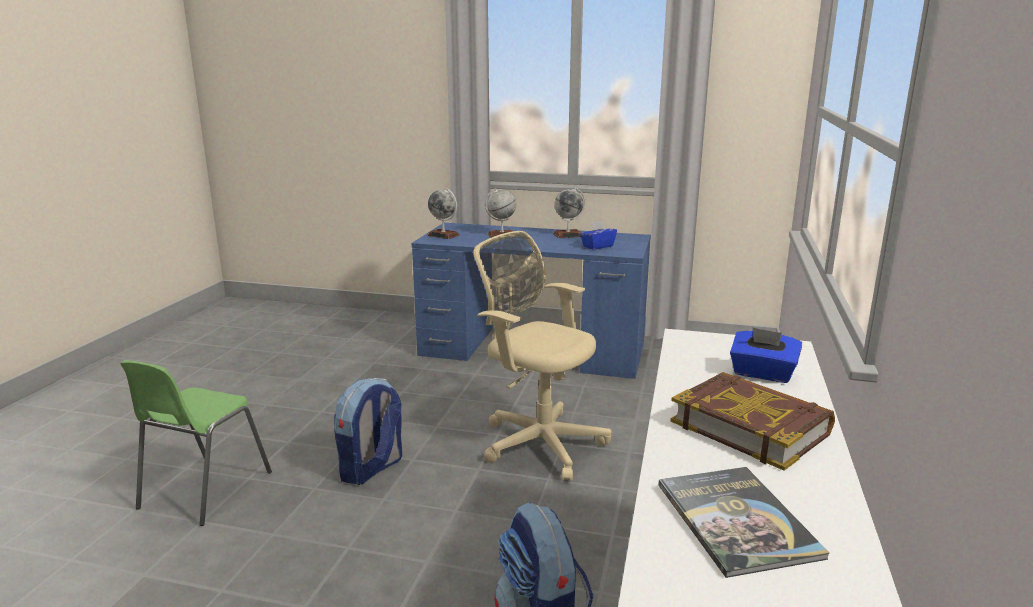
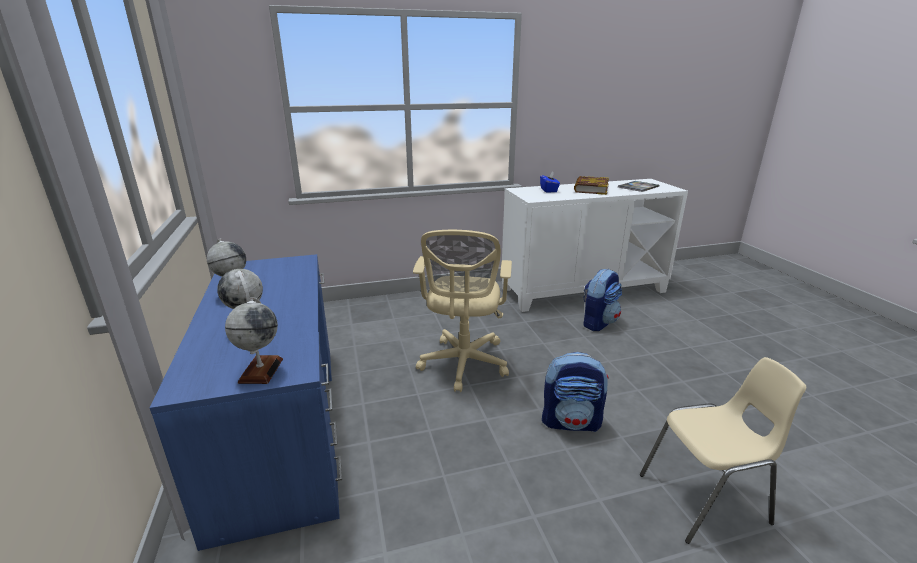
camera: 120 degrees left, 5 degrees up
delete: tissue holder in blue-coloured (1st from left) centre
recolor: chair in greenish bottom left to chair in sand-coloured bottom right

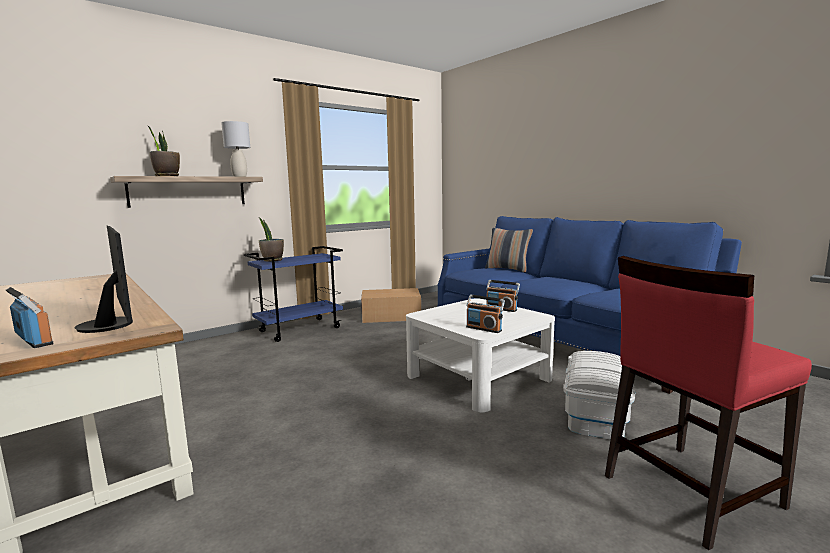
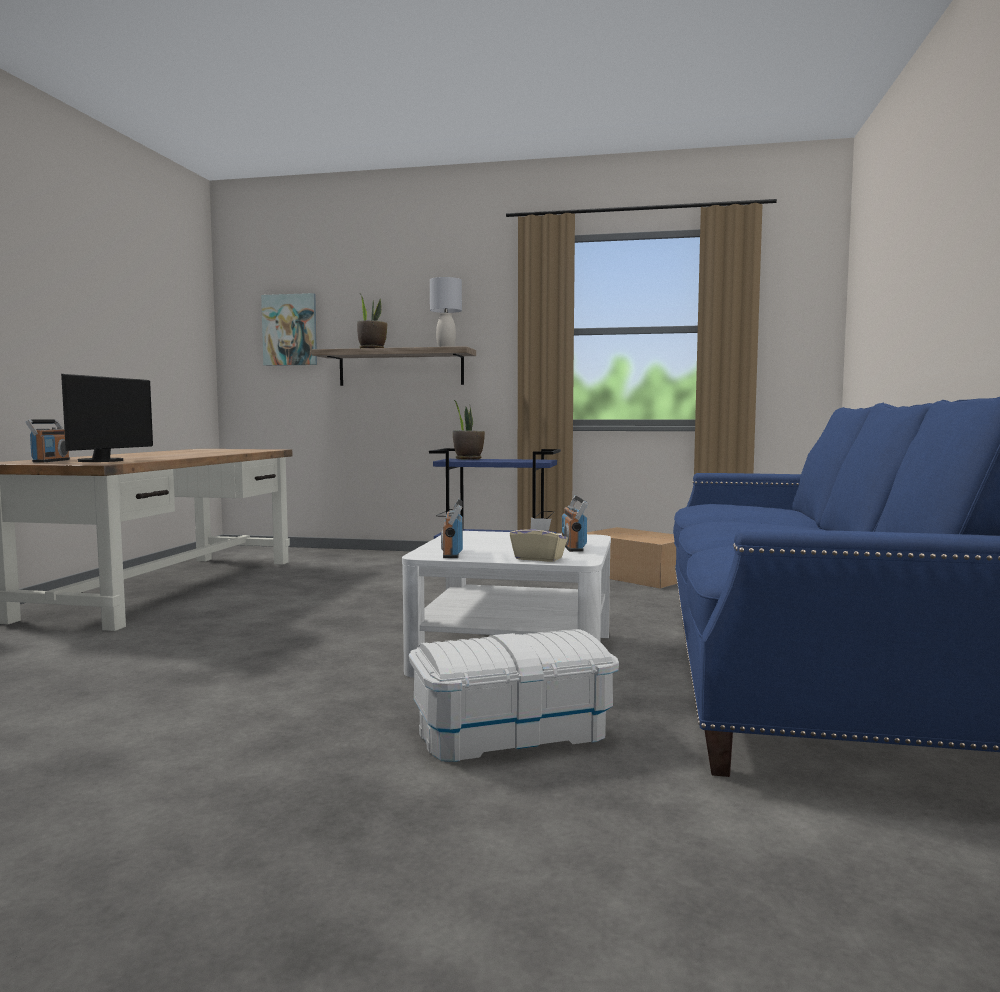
camera: 50 degrees right, 5 degrees down
delete: throw pillow centre; chair in reddish bottom right
insert: wall art top left; tissue holder in sand-coloured centre

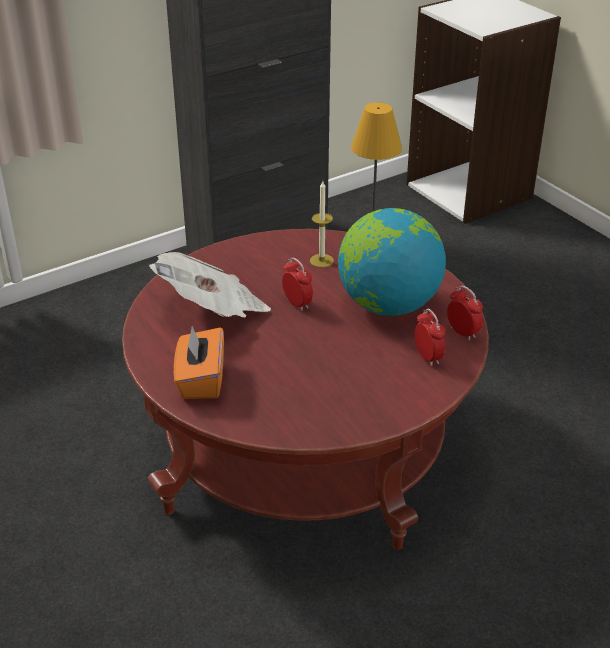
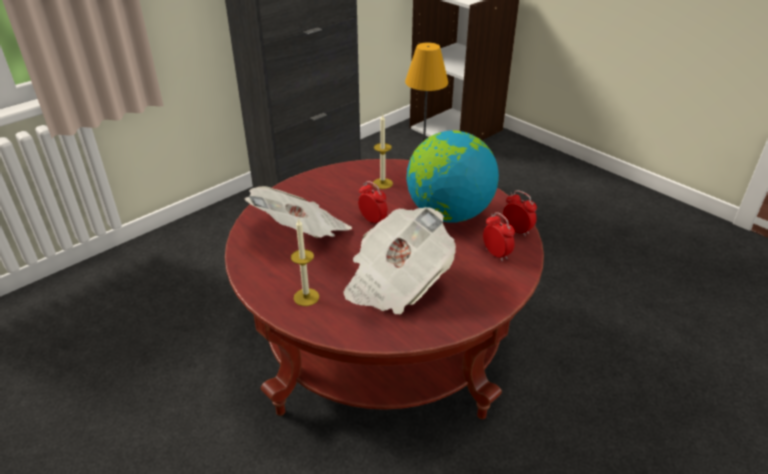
camera: 10 degrees left, 0 degrees up
insert: printed paper (2nd from left) centre
replace: tissue holder in orangey middle left to wax candle (1st from left) centre

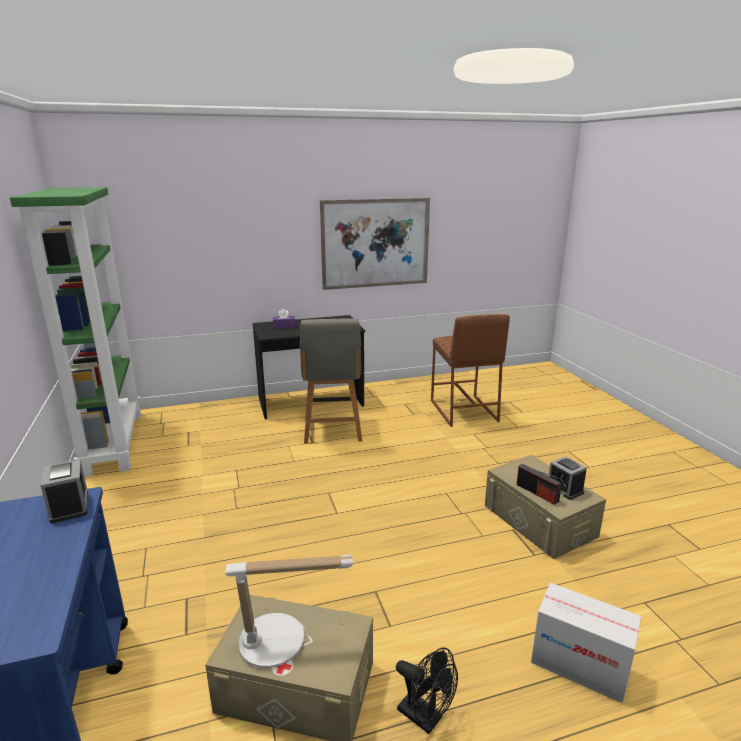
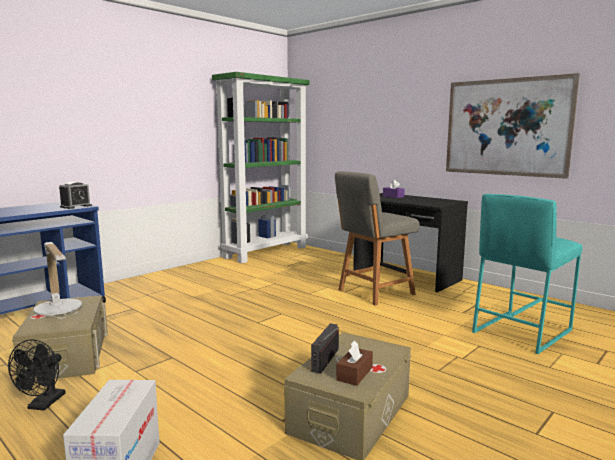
camera: 60 degrees right, 10 degrees down
replace: bedside clock (2nd from left) middle right to tissue holder in brownish bottom centre
recolor: stool seat in brownish centre to stool seat in turquoise middle right

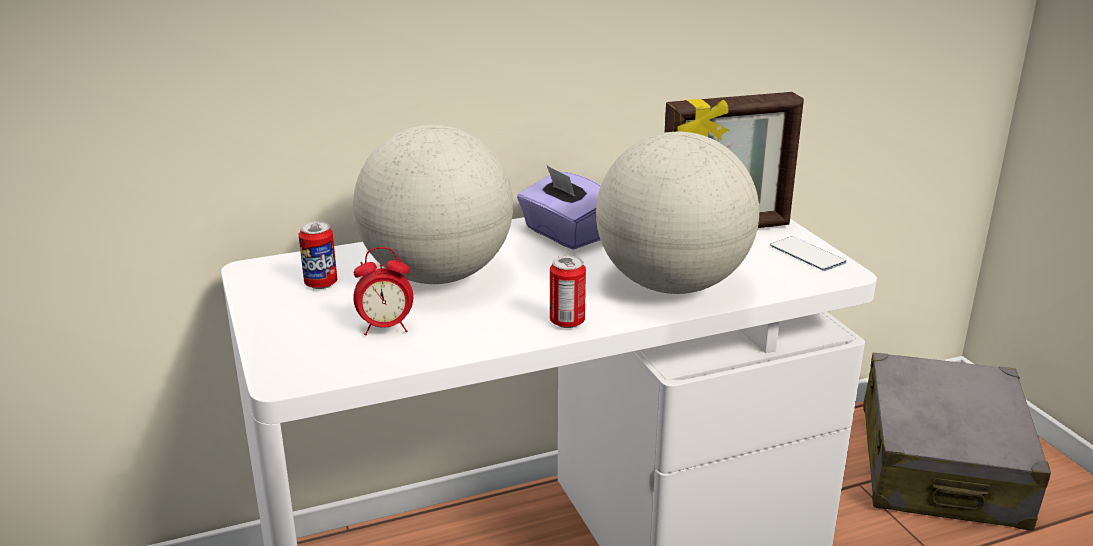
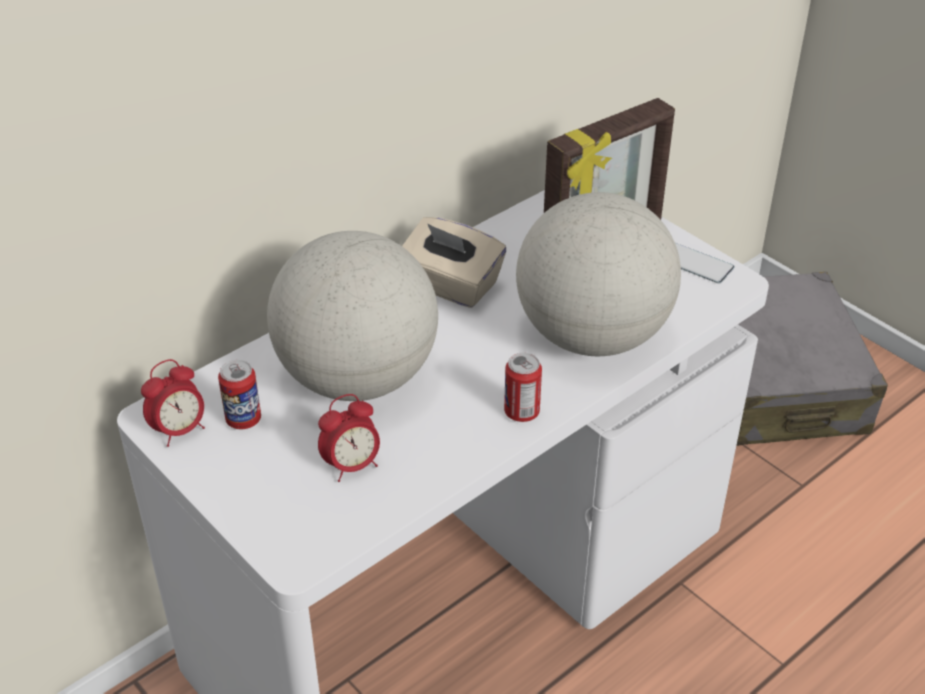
camera: 20 degrees left, 15 degrees up
insert: bedside clock (1st from left) middle left
recolor: tissue holder in purplish centre to tissue holder in sand-coloured centre

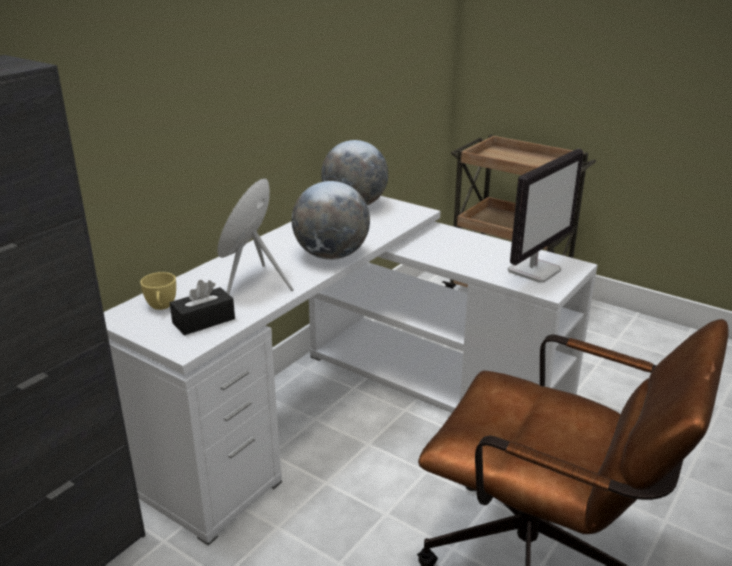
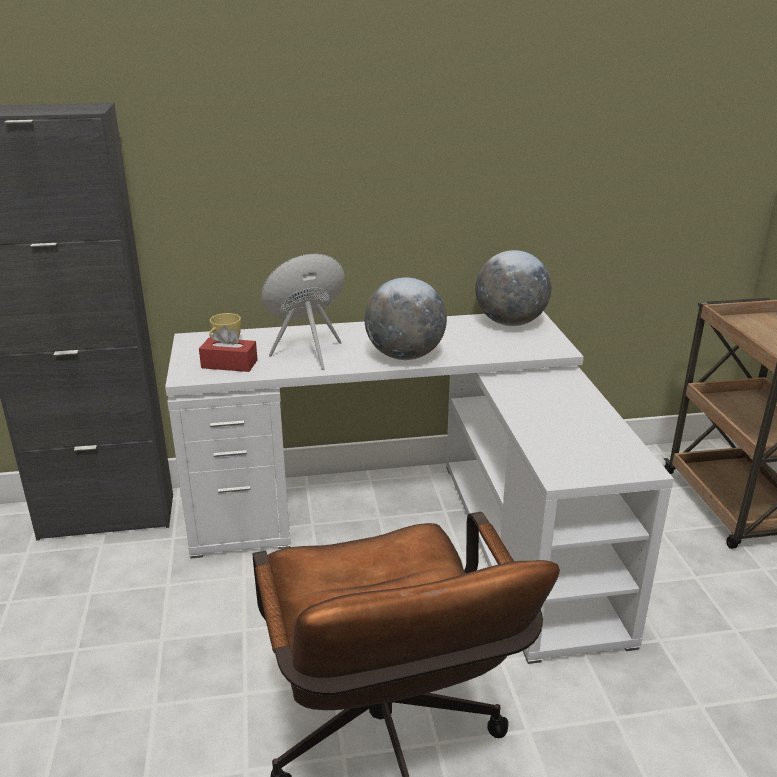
camera: 45 degrees right, 0 degrees up
delete: computer screen middle right
recolor: tissue holder in black-coloured middle left to tissue holder in reddish middle left

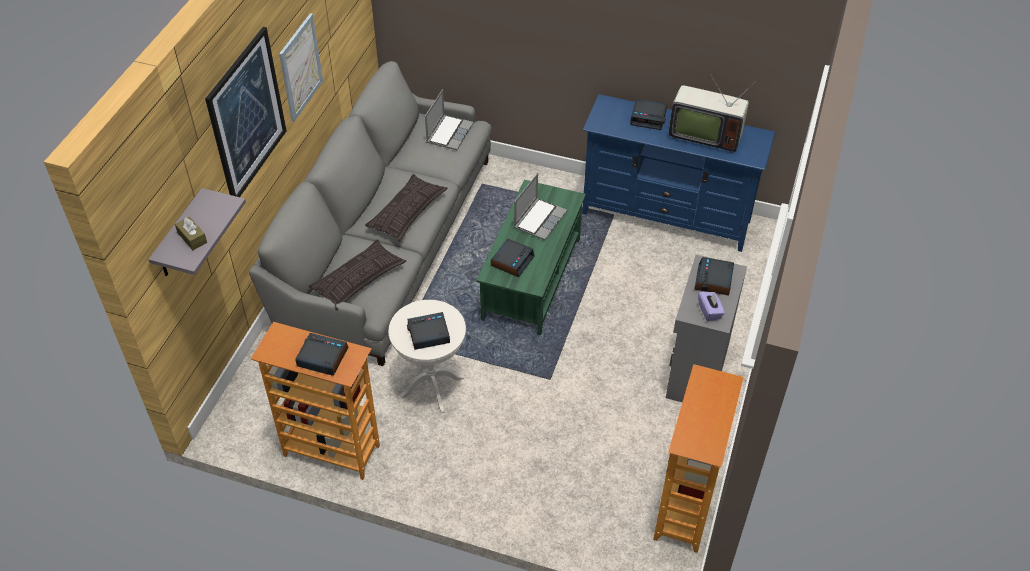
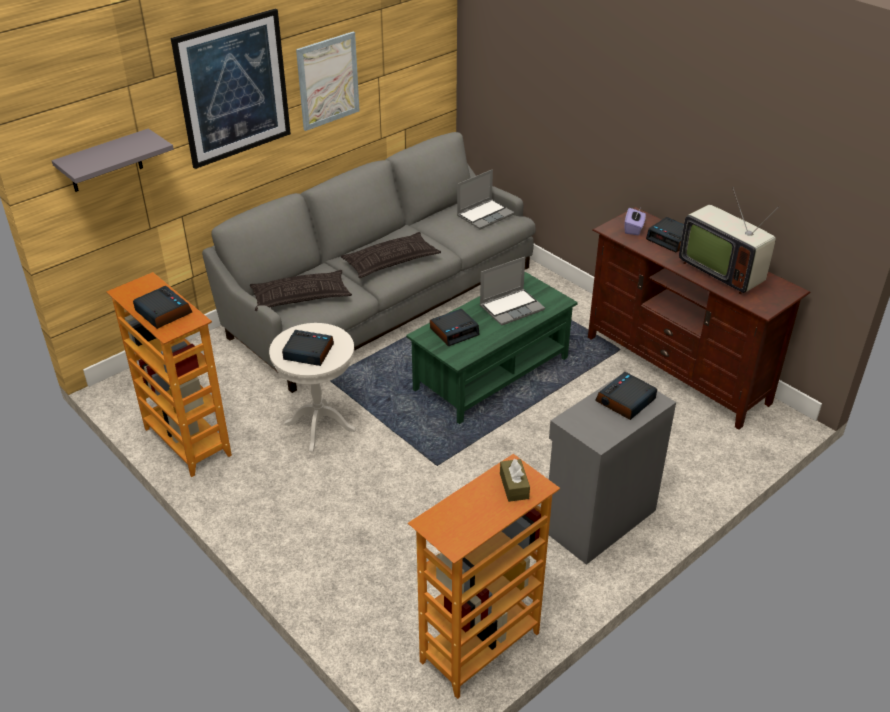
camera: 30 degrees right, 10 degrees down
move: tissue holder in brownish middle left to bottom centre; tissue holder in purplish middle right to top right
recolor: tv unit in blue-coloured top centre to tv unit in brownish middle right

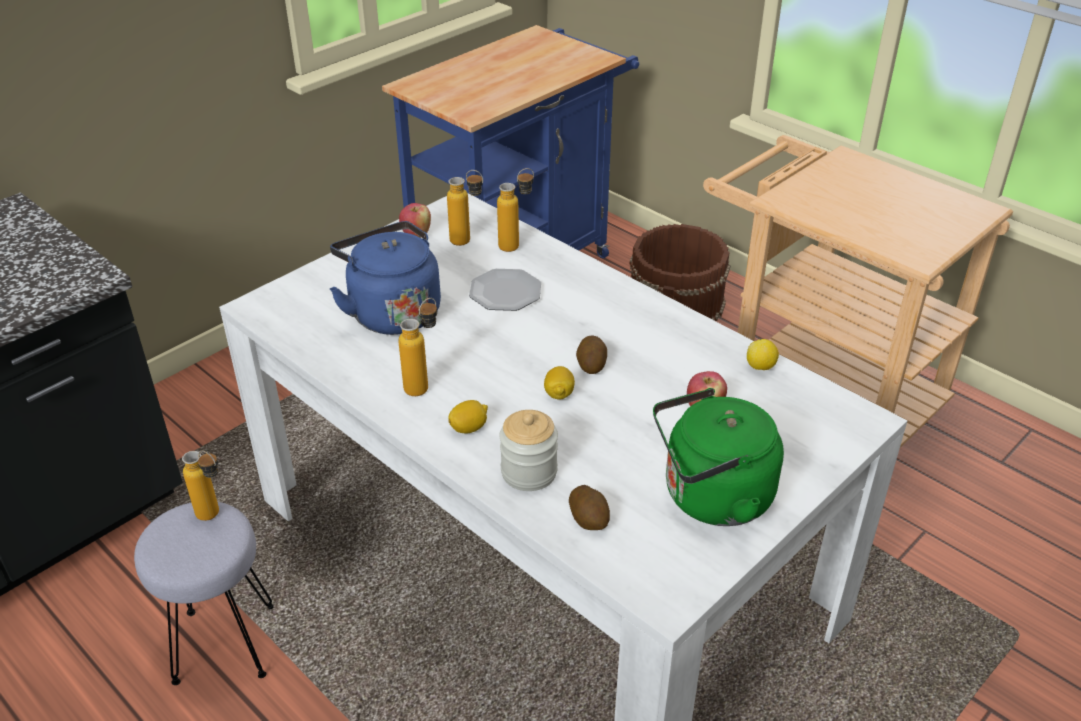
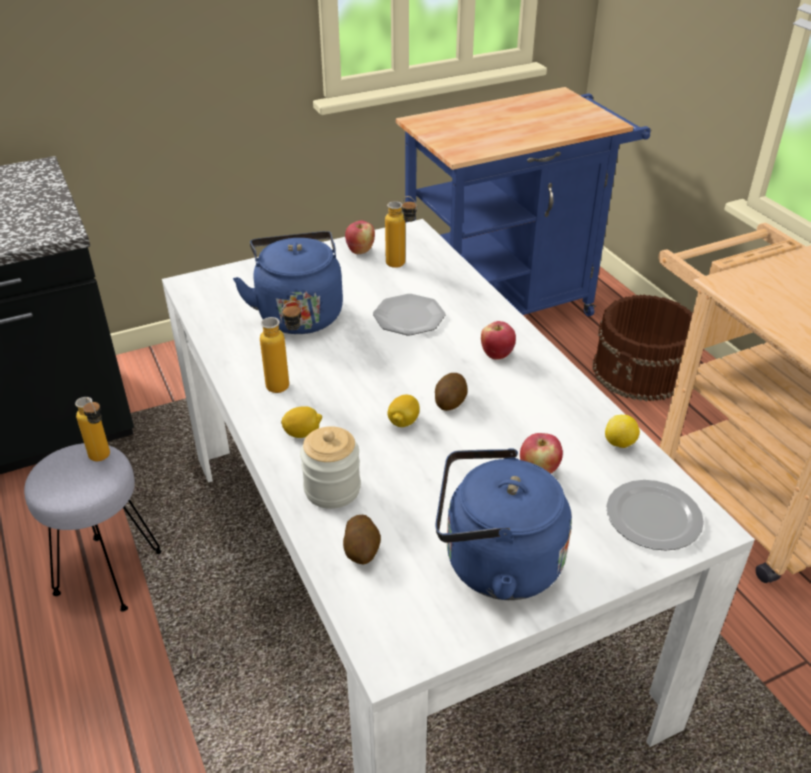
camera: 20 degrees right, 0 degrees up
delete: beverage bottle (4th from left) top centre
insert: apple (2nd from left) centre; plate (2nd from left) middle right
recolor: water kettle in greenish centre to water kettle in blue-coloured (2nd from left) bottom centre

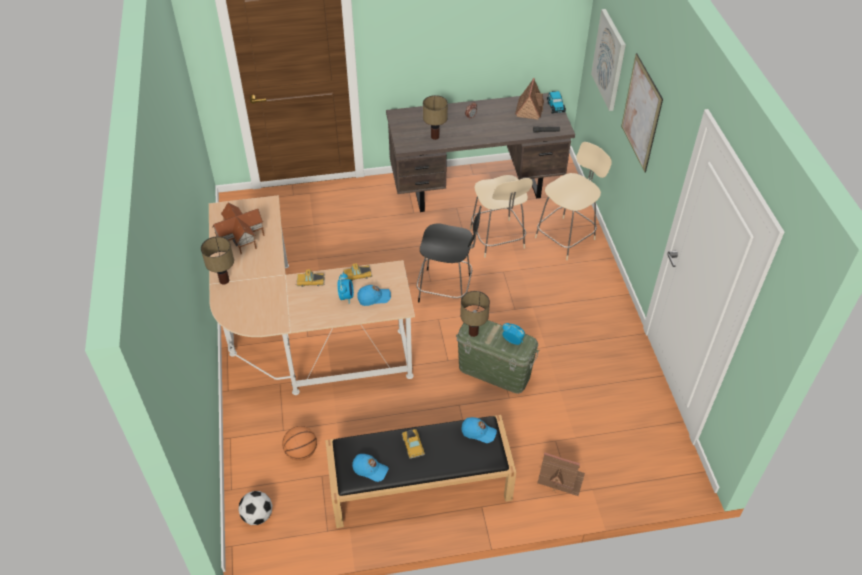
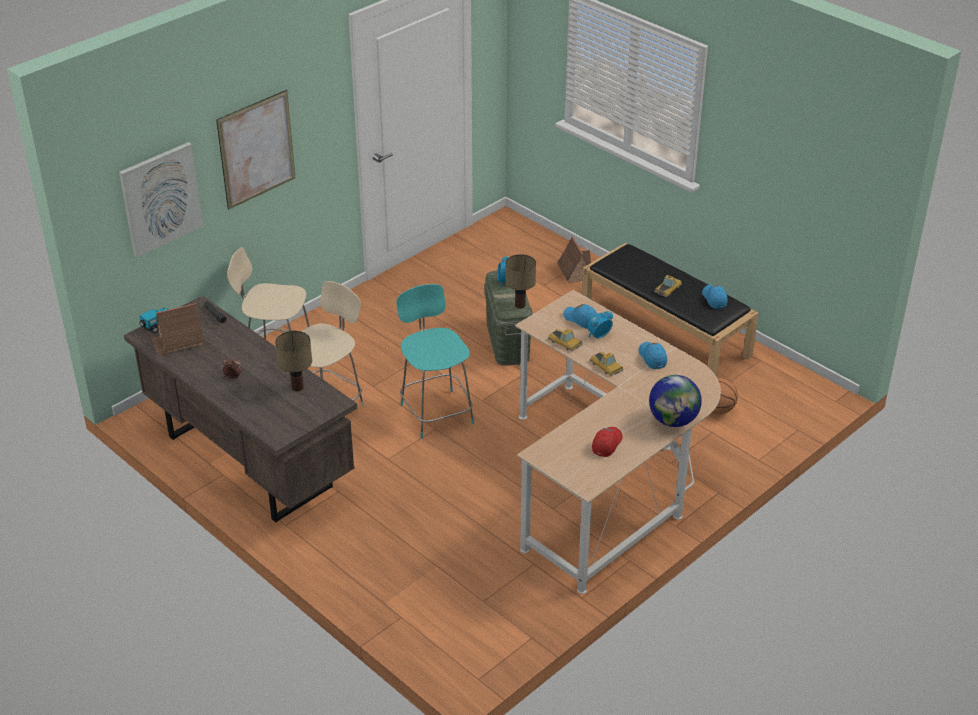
camera: 125 degrees left, 10 degrees down
delete: ball for football bottom left
move: peaked cap in blue-coloured (3rd from left in the first image) bottom centre to peaked cap in blue-coloured (2nd from left) middle right
replace: model house (1st from left) middle left to peaked cap in reddish centre; tabletop lamp (1st from left) middle left to world globe middle right
recolor: chair in black-coloured centre to chair in turquoise centre

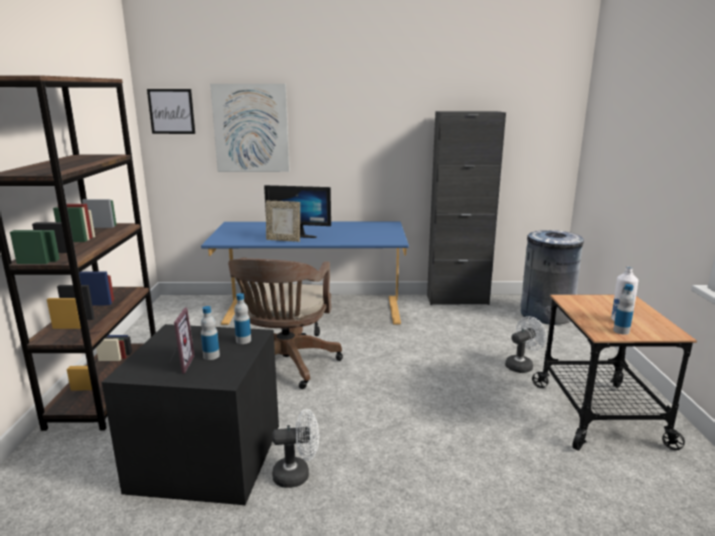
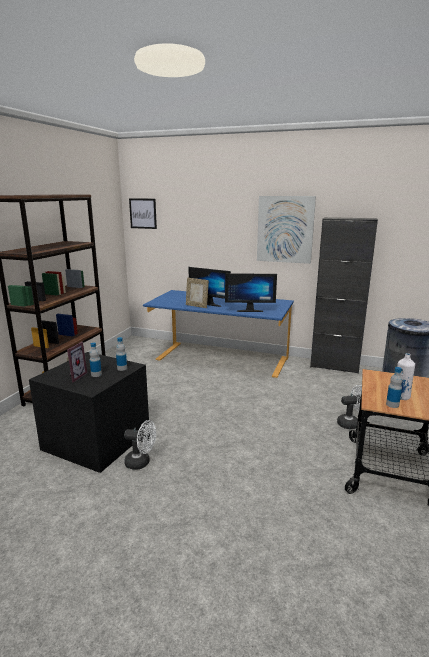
camera: 20 degrees right, 0 degrees up
delete: computer chair in brownish centre
insert: computer screen (2nd from left) centre
move: wall art (2nd from left) top centre to middle right

